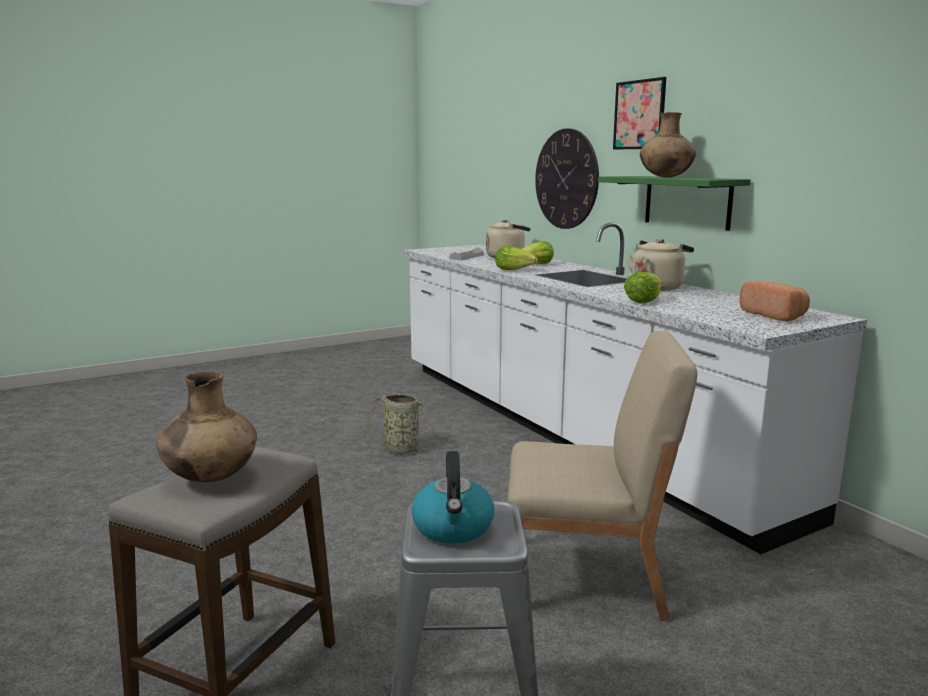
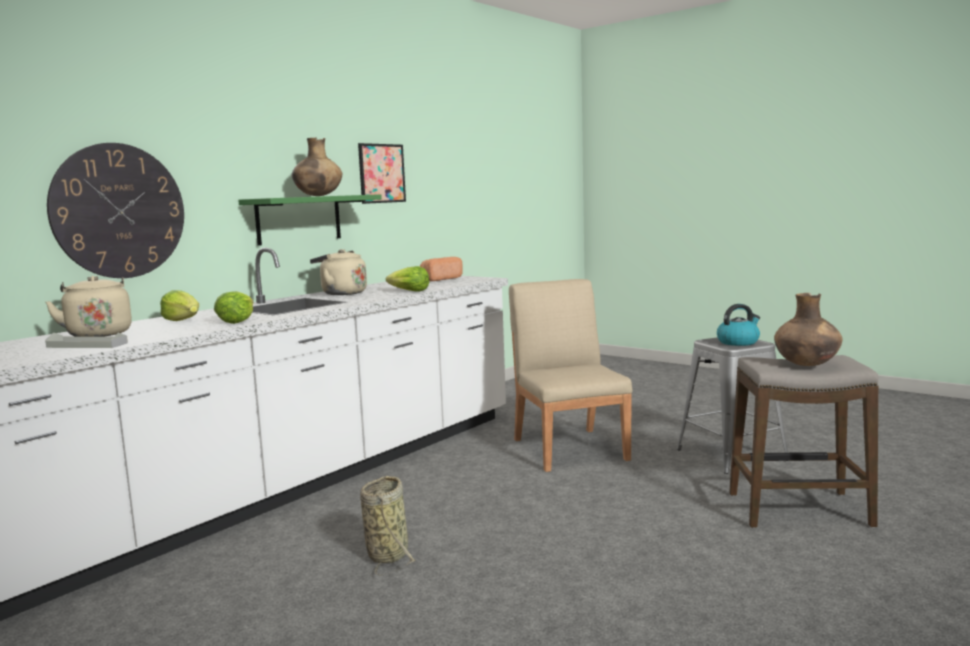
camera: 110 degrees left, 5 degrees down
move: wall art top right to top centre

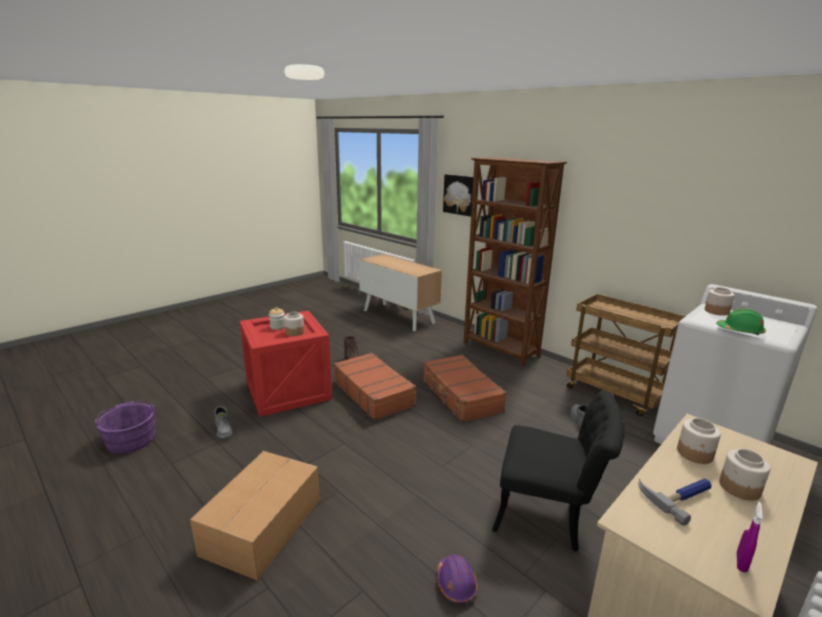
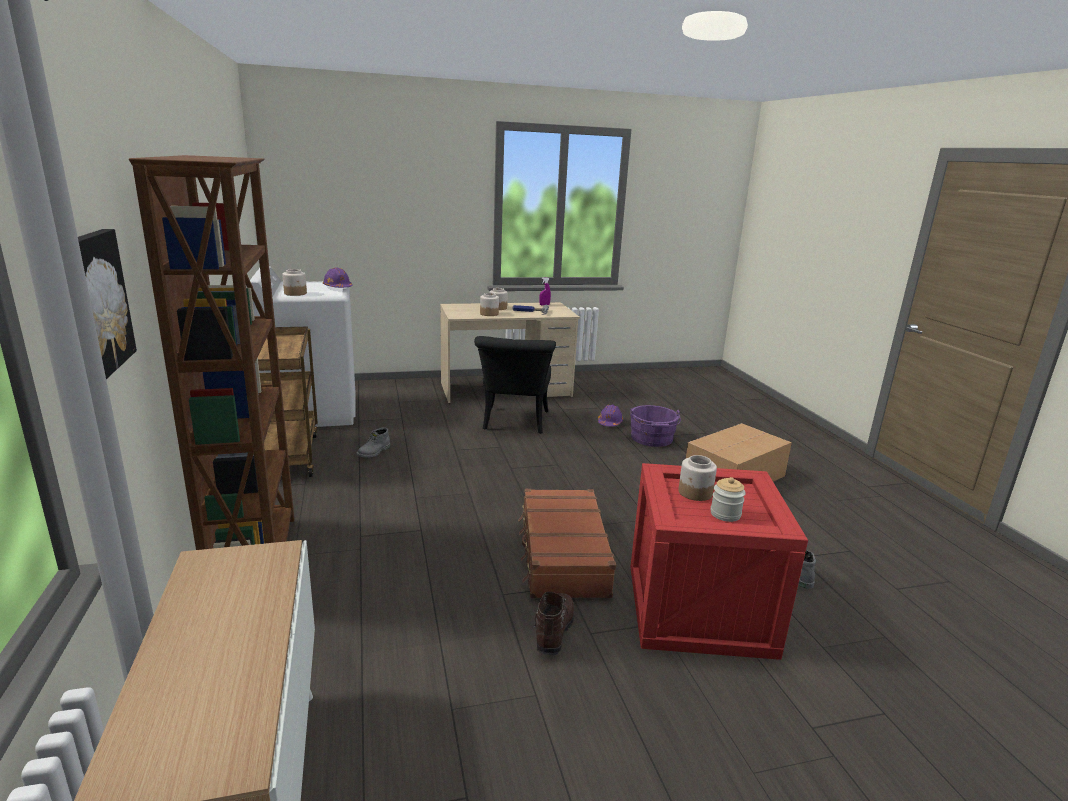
camera: 150 degrees left, 0 degrees up
delete: piece of luggage in brownish (2nd from left) centre
move: bucket in purplish bottom left to centre
recolor: safety helmet in greenish middle right to safety helmet in purplish (1st from left) middle left
rotate: chair in black-coloured bottom right = centre 135 degrees counterclockwise

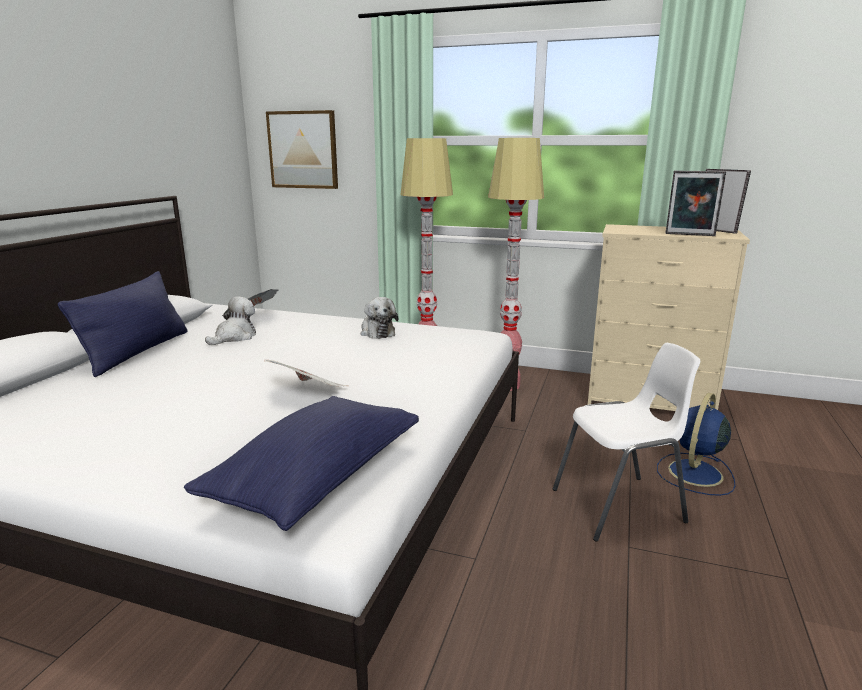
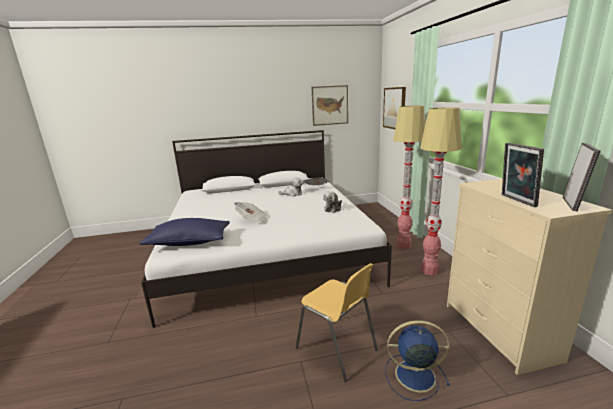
camera: 60 degrees right, 0 degrees up
delete: throw pillow in blue-coloured (1st from left) middle left
insert: wall art (1st from left) top centre
recolor: chair in whitish middle right to chair in yellow bottom centre

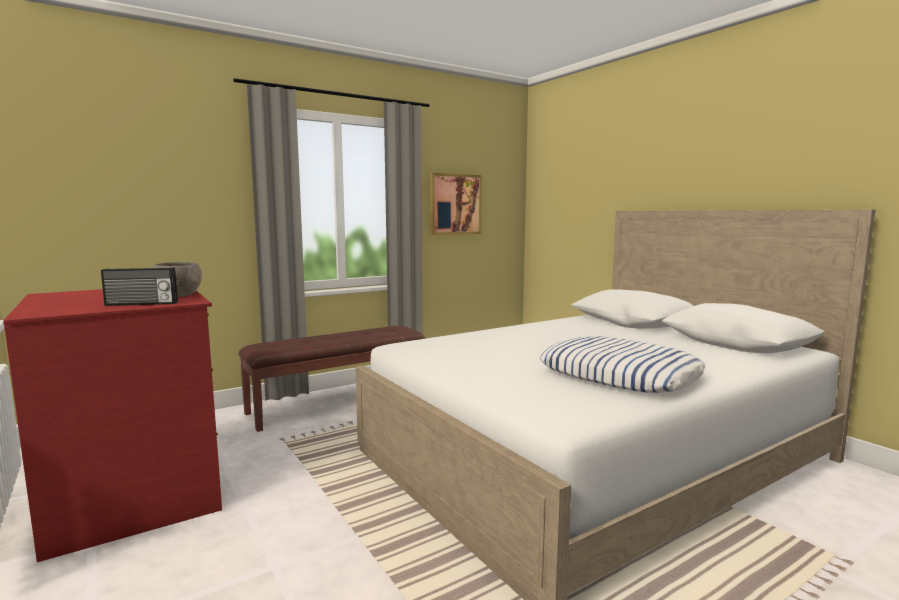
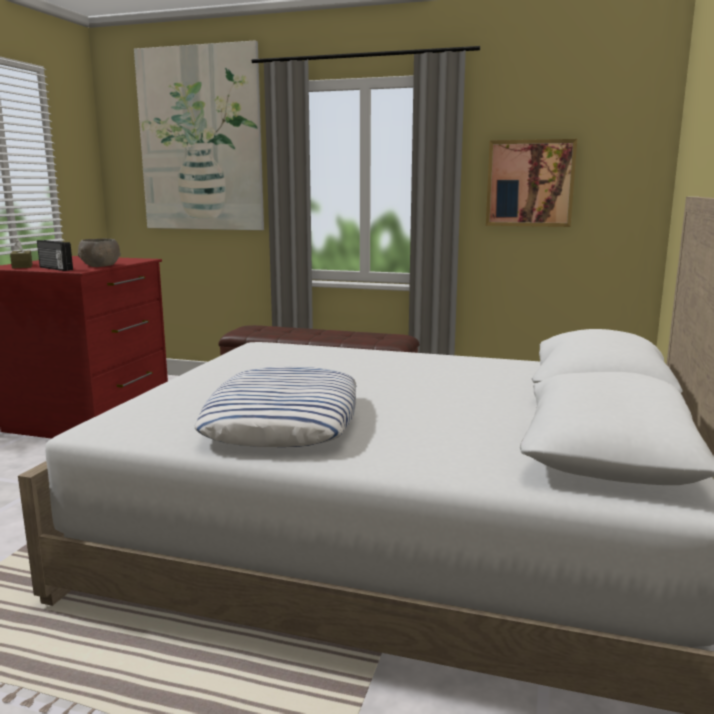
camera: 50 degrees right, 5 degrees up
insert: wall art (1st from left) top left; tissue holder in brownish middle left

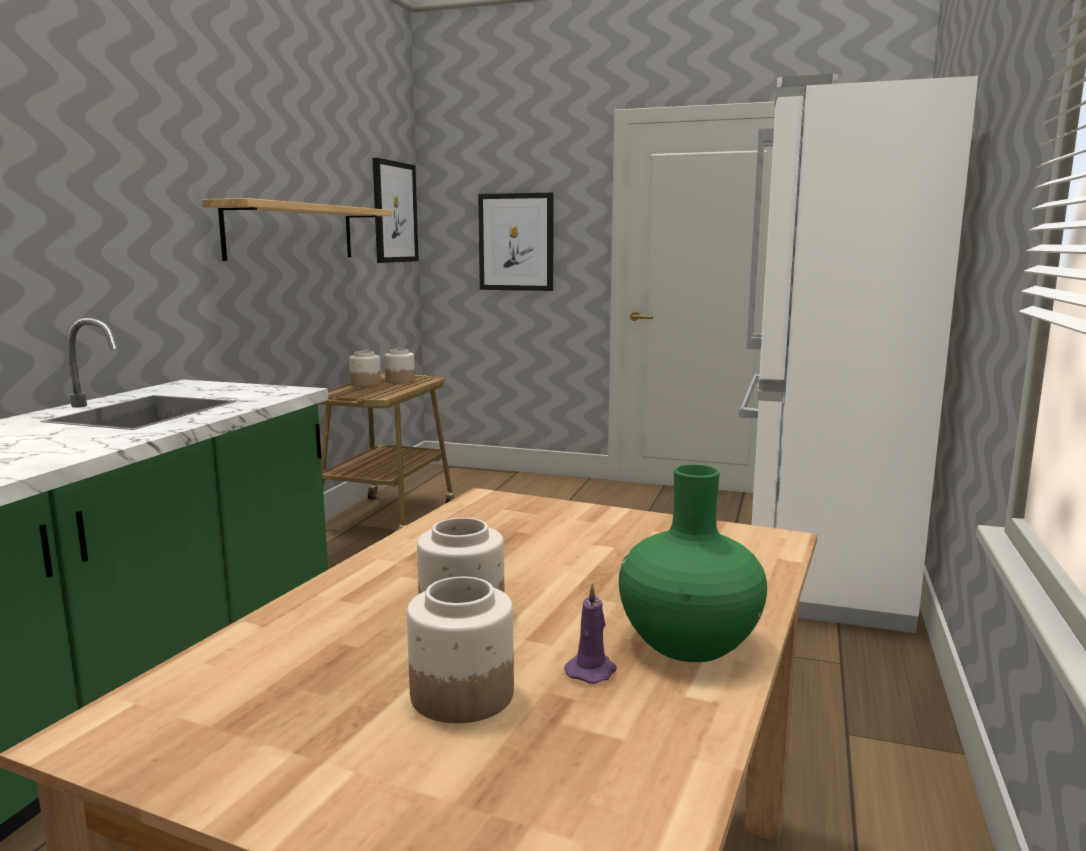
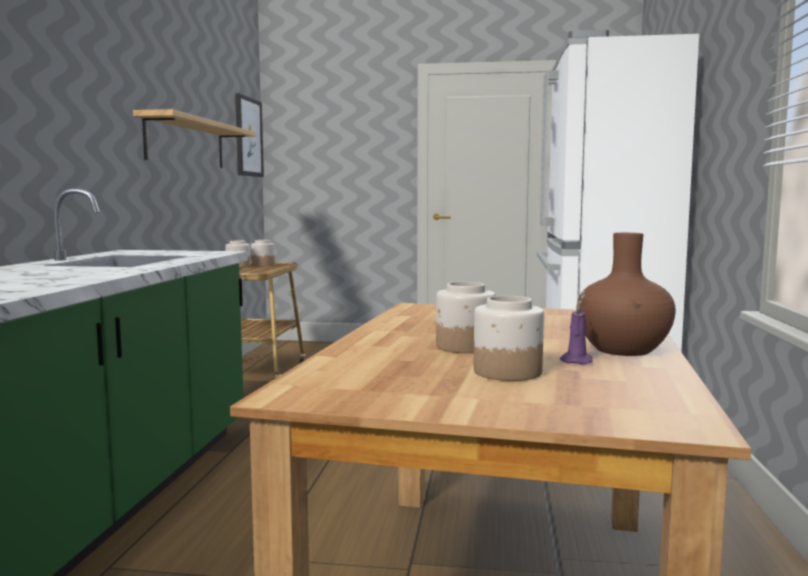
camera: 10 degrees left, 5 degrees down
delete: wall art (2nd from left) top centre
recolor: decorative vase in greenish centre to decorative vase in brownish middle right

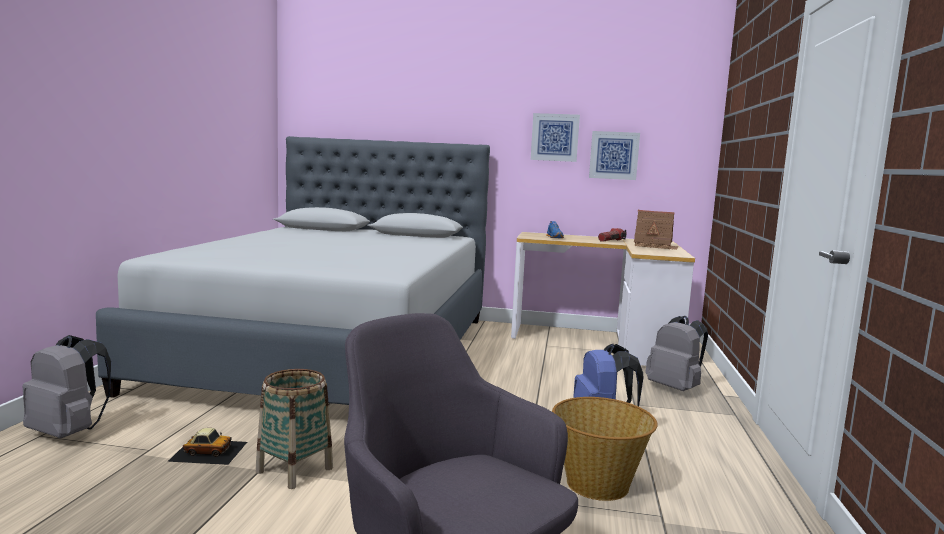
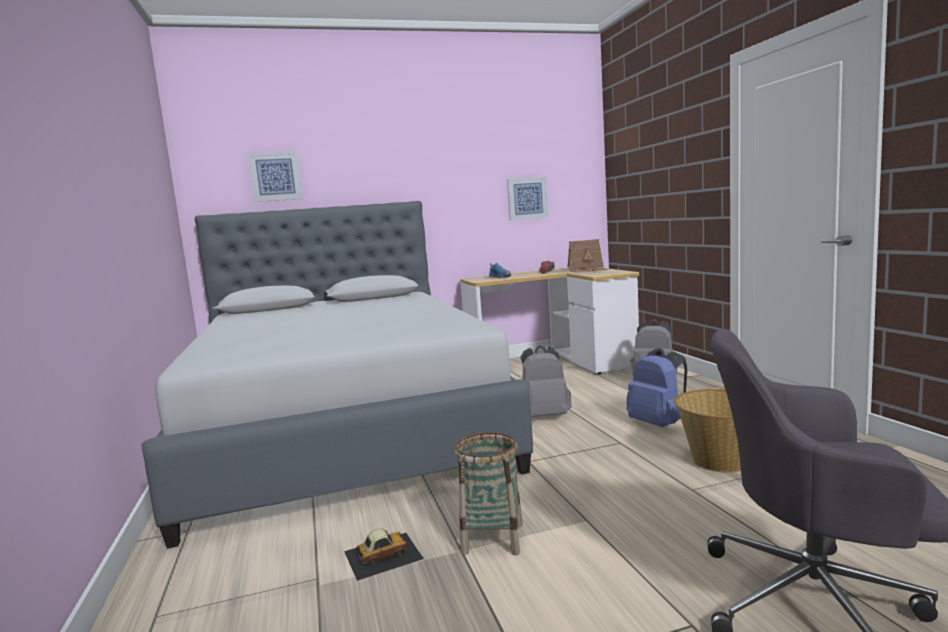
camera: 25 degrees left, 0 degrees up
move: wall art (1st from left) top centre to top left; rucksack in grey (1st from left) bottom left to centre

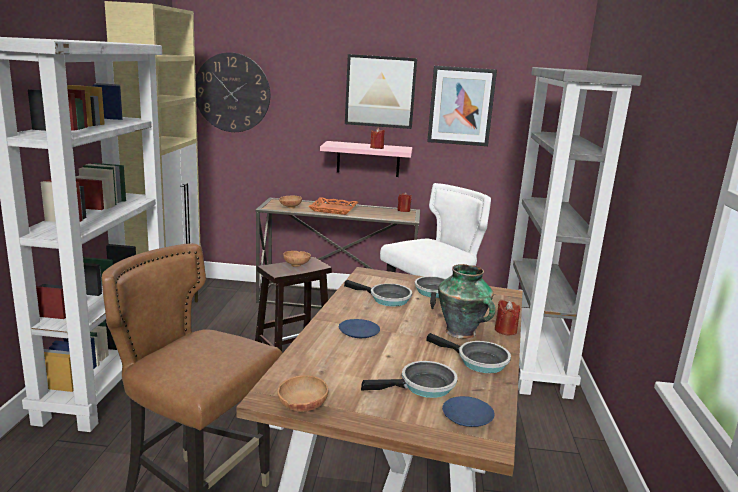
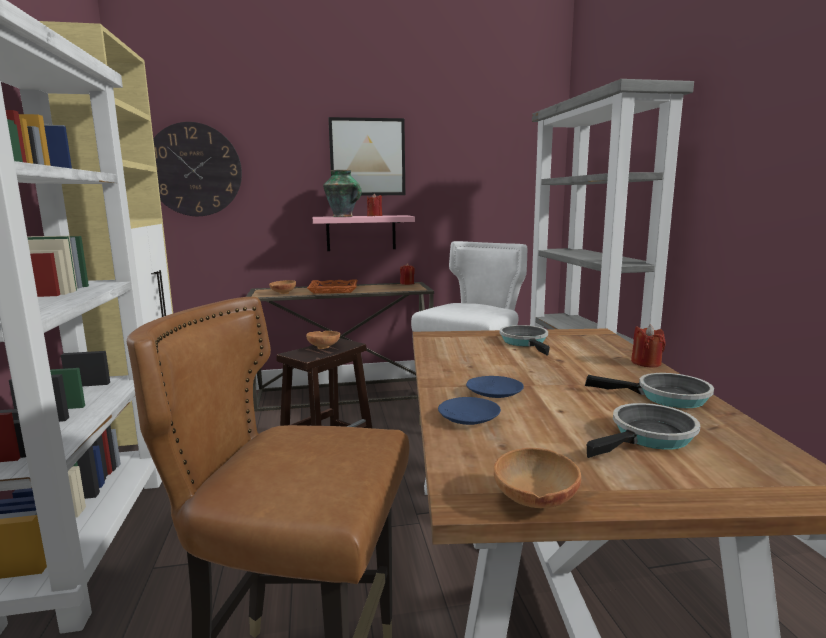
camera: 15 degrees left, 5 degrees down
delete: wall art (2nd from left) top centre; skillet (1st from left) centre
move: decorative vase centre to top centre; plate in blue-coloured (2nd from left in the first image) bottom centre to plate in blue-coloured (1st from left) centre

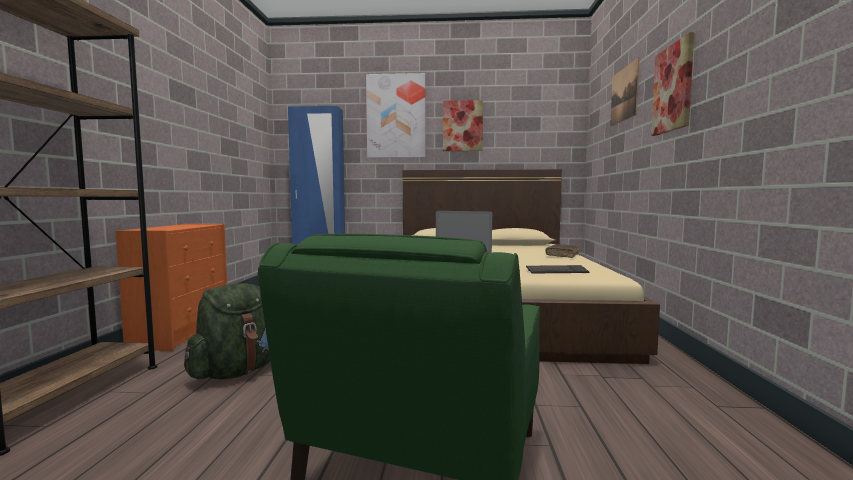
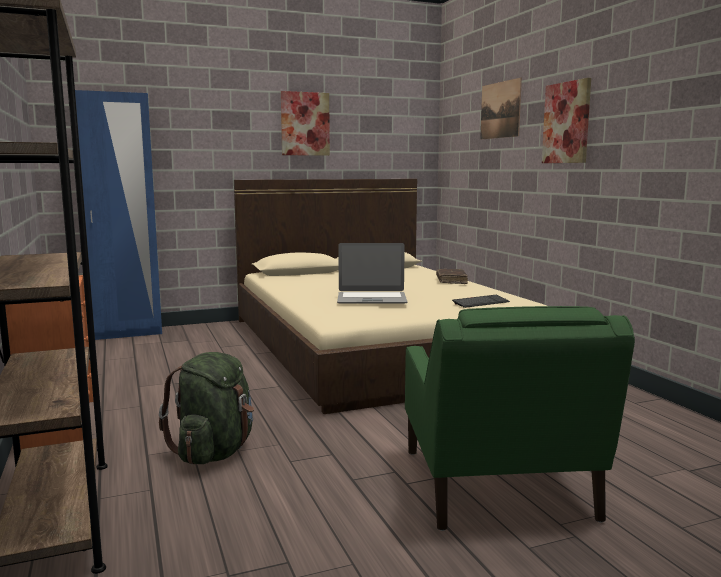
camera: 25 degrees left, 5 degrees up
delete: wall art (1st from left) top centre

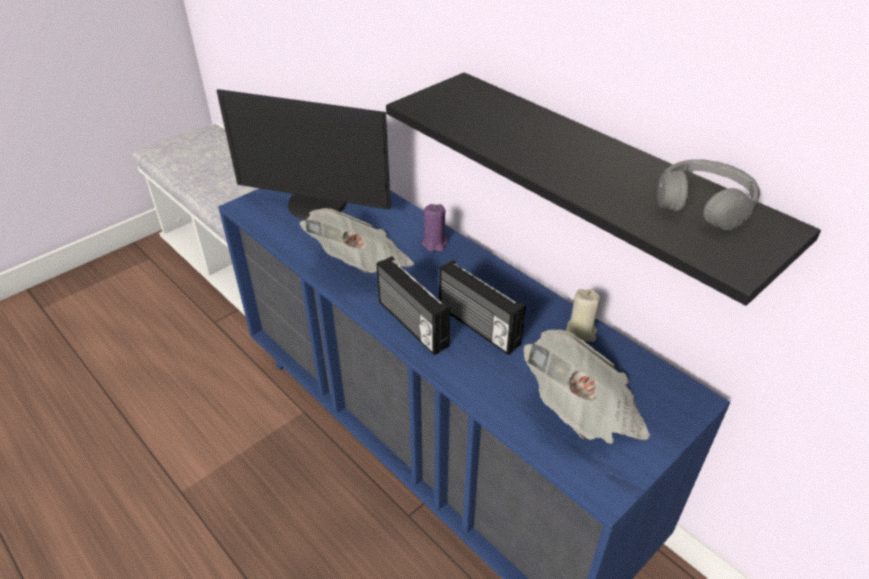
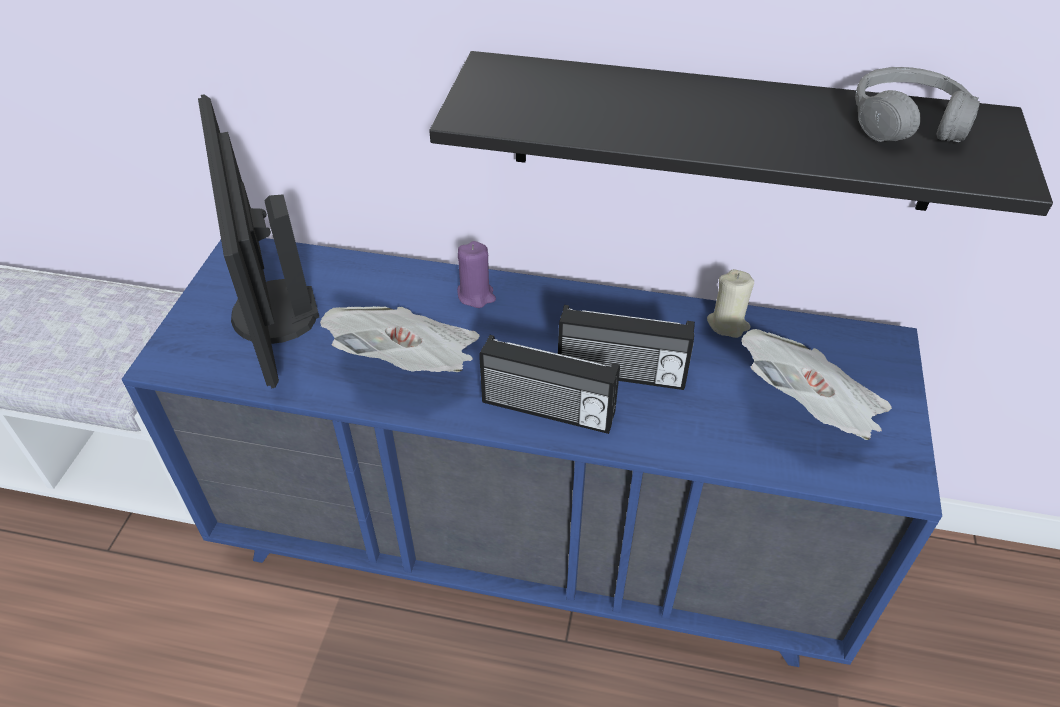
camera: 35 degrees left, 5 degrees up
rotate: computer screen top centre = middle left 90 degrees clockwise

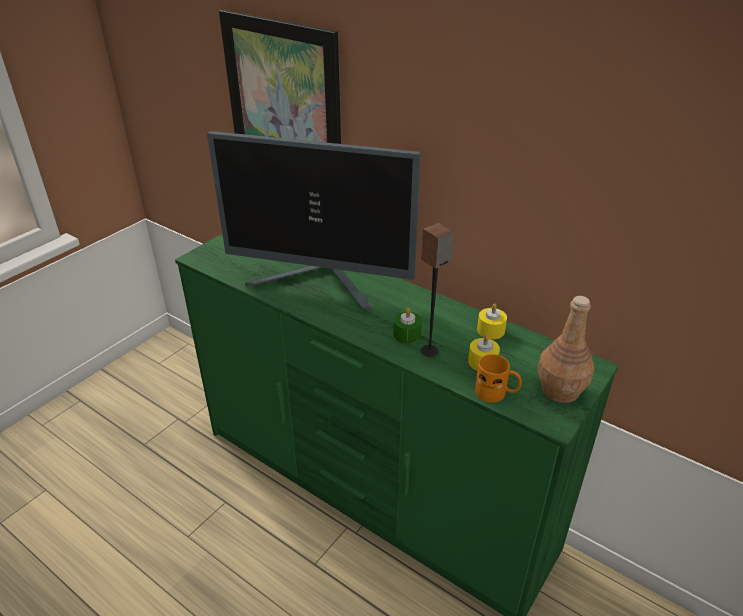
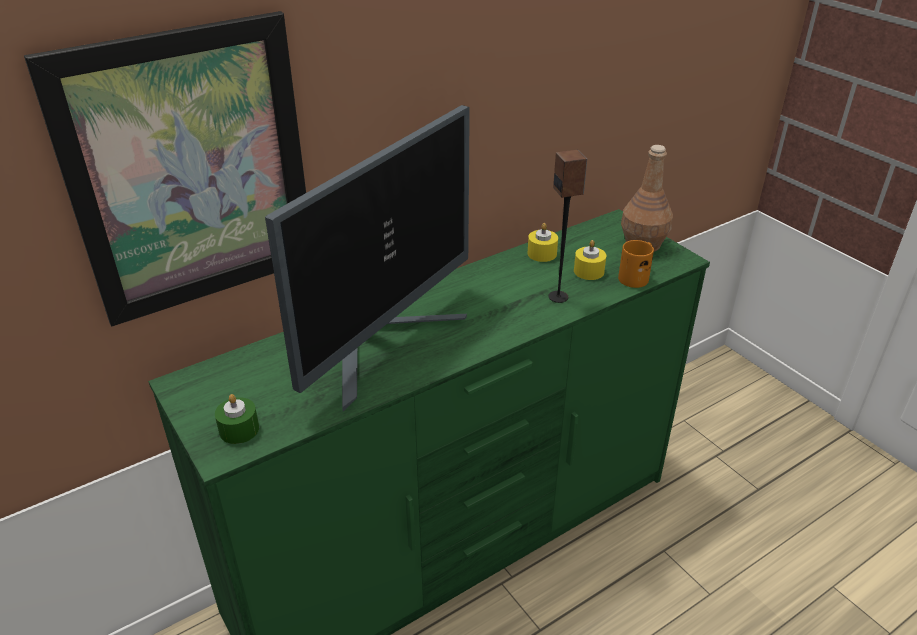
camera: 70 degrees left, 0 degrees up
move: wax candle in greenish centre to middle left

